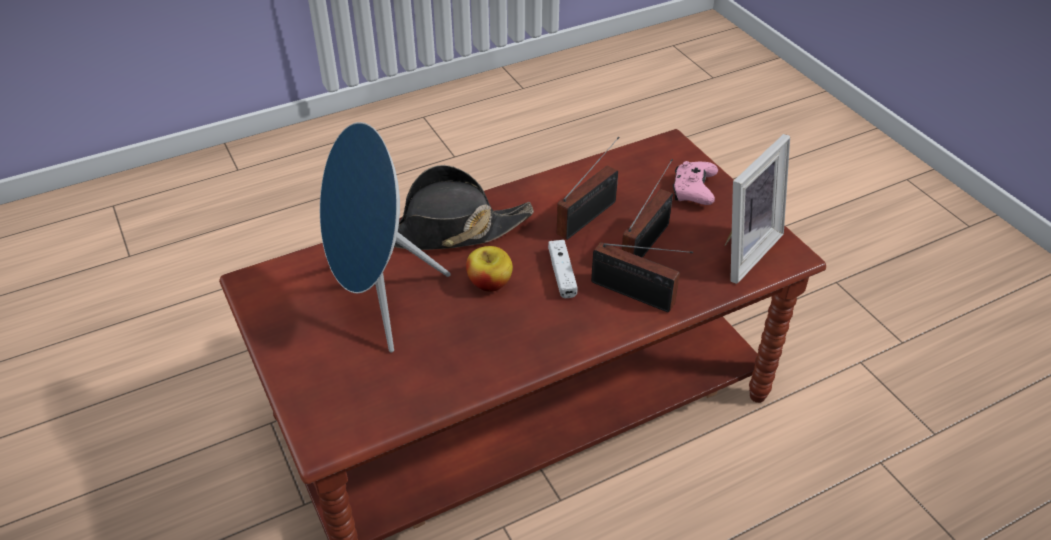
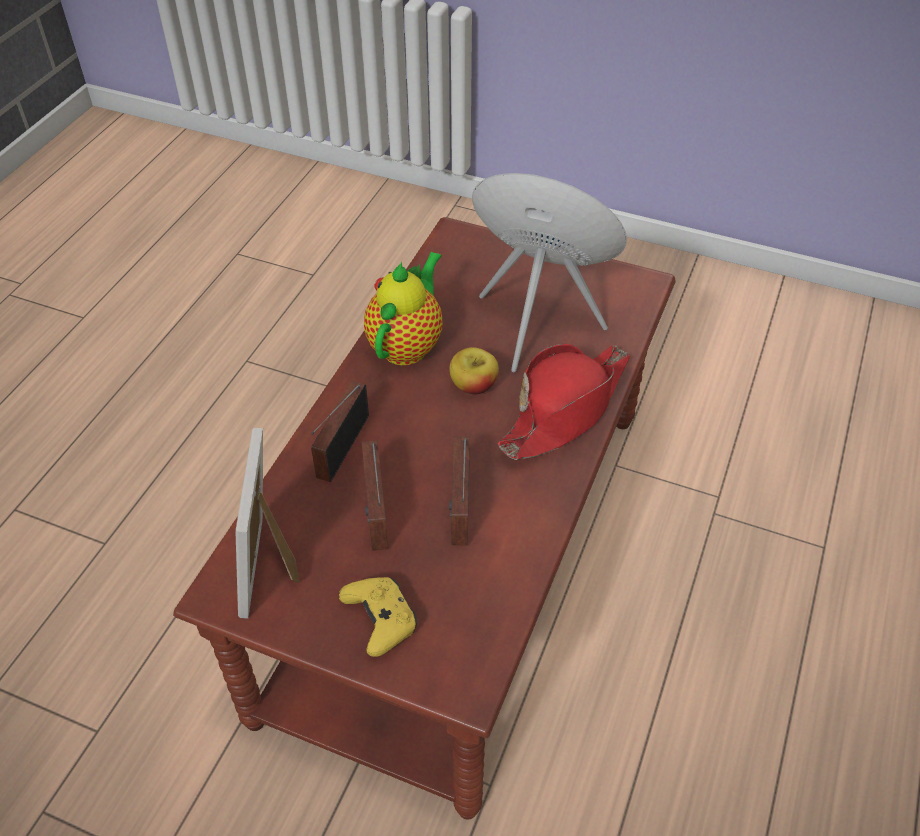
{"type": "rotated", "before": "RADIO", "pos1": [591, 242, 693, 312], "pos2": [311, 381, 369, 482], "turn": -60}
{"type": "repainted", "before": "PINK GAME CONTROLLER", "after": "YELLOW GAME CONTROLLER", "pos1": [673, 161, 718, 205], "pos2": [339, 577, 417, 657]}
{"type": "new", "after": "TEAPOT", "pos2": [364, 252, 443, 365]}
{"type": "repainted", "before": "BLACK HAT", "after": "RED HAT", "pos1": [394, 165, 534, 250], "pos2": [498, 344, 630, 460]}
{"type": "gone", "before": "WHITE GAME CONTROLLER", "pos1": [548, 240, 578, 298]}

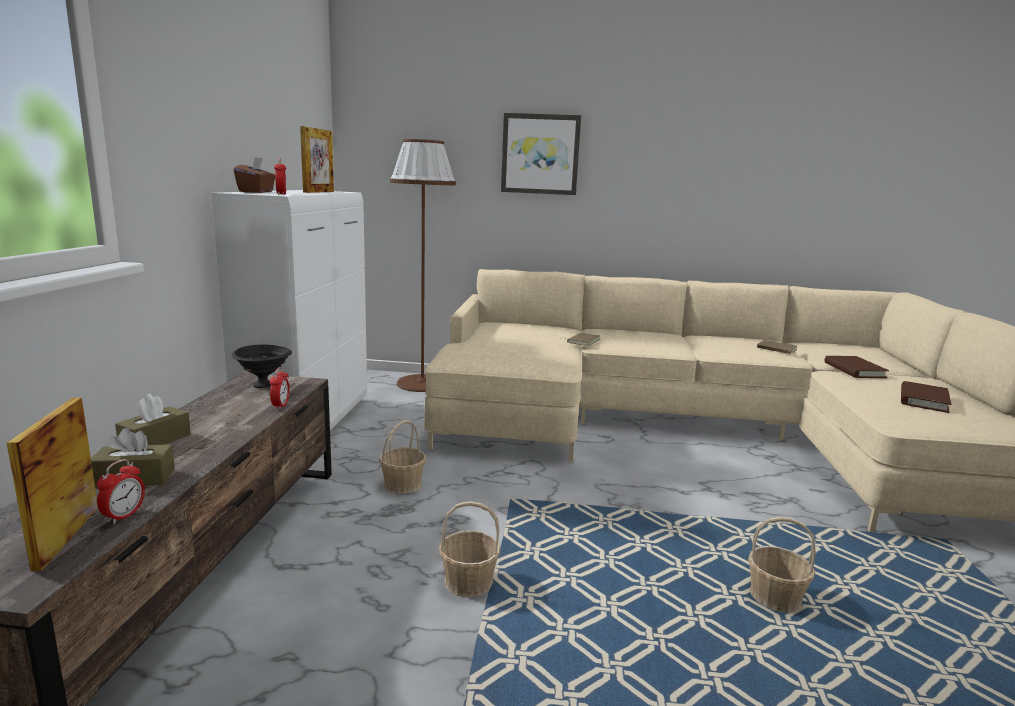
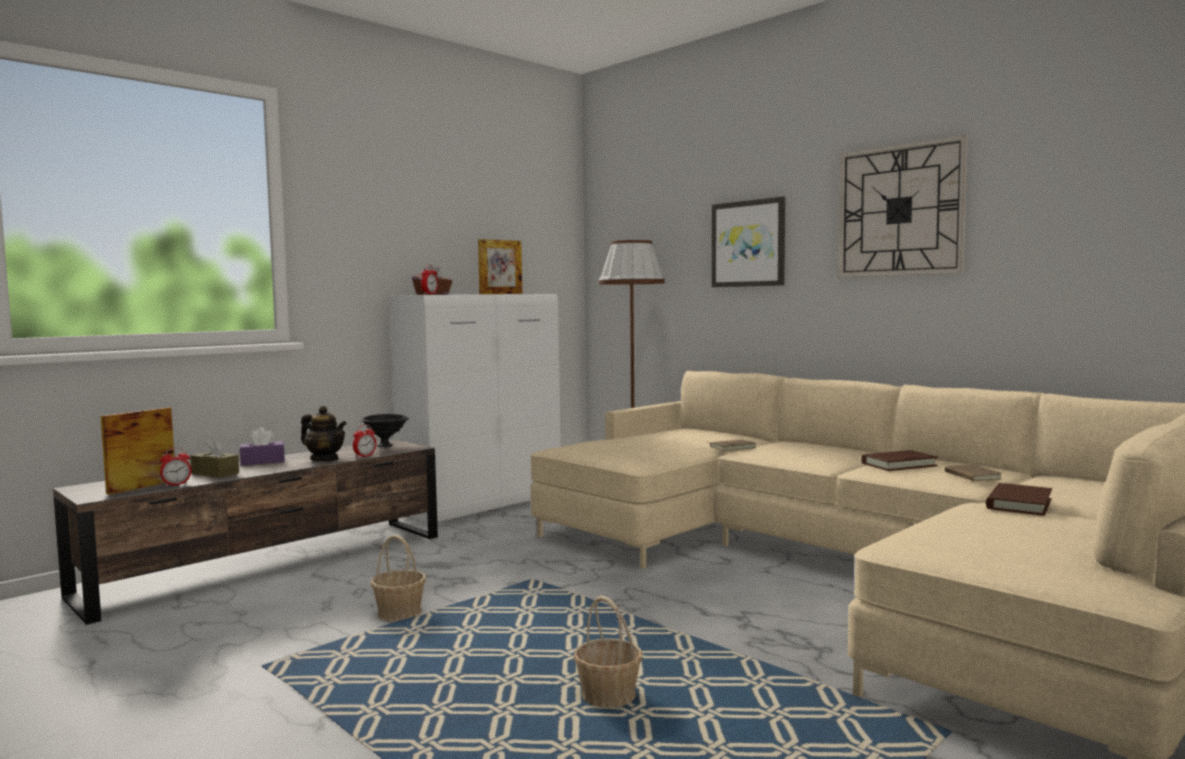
{"type": "repainted", "before": "BROWN TISSUE BOX", "after": "PURPLE TISSUE BOX", "pos1": [115, 394, 191, 445], "pos2": [240, 427, 285, 465]}
{"type": "new", "after": "TEAPOT", "pos2": [301, 406, 347, 461]}
{"type": "new", "after": "WALL CLOCK", "pos2": [838, 135, 968, 277]}
{"type": "shifted", "before": "BROWN BOOK", "pos1": [901, 381, 951, 413], "pos2": [861, 450, 938, 471]}
{"type": "gone", "before": "BASKET", "pos1": [379, 420, 426, 494]}

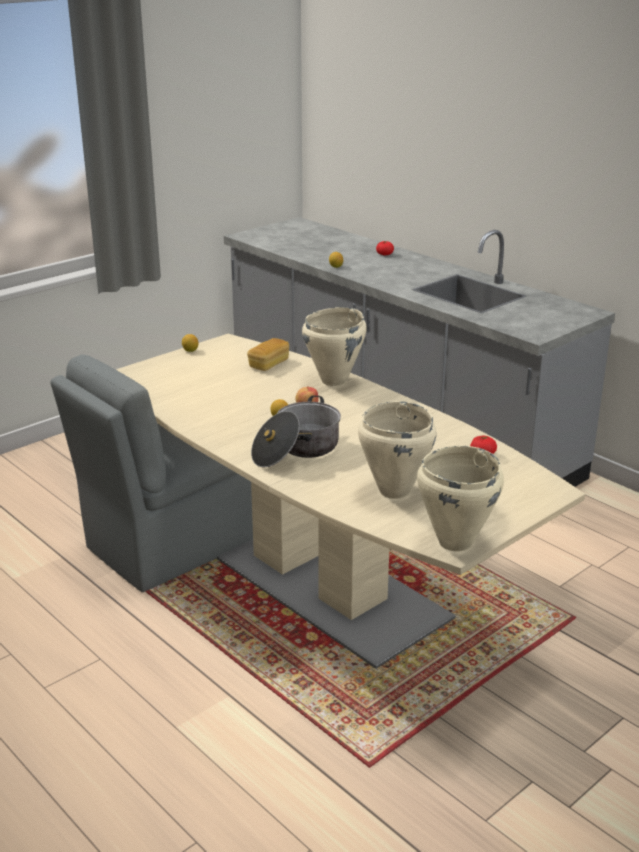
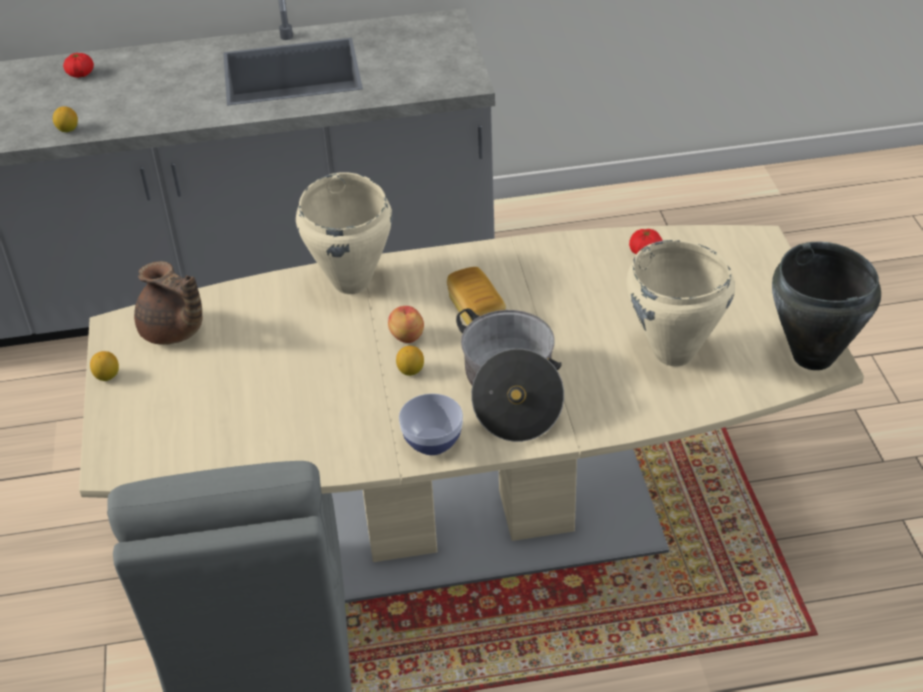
{"type": "new", "after": "BROWN TEAPOT", "pos2": [134, 261, 202, 345]}
{"type": "new", "after": "BOWL", "pos2": [399, 394, 463, 455]}
{"type": "shifted", "before": "BREAD", "pos1": [247, 338, 289, 371], "pos2": [447, 267, 506, 326]}
{"type": "repainted", "before": "BEIGE COOKING POT", "after": "BLACK COOKING POT", "pos1": [417, 446, 504, 552], "pos2": [772, 242, 881, 370]}

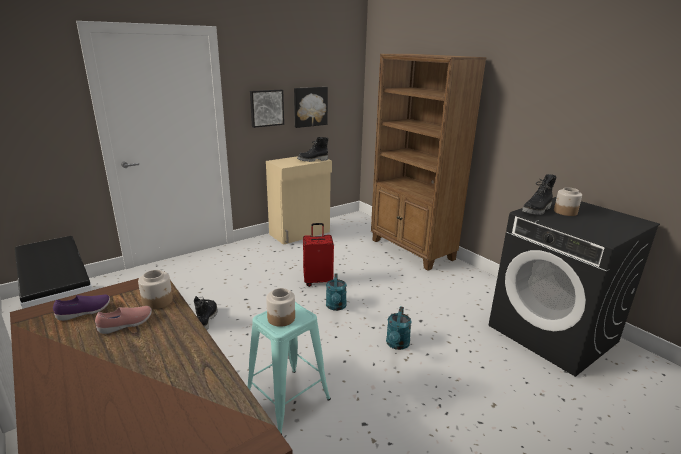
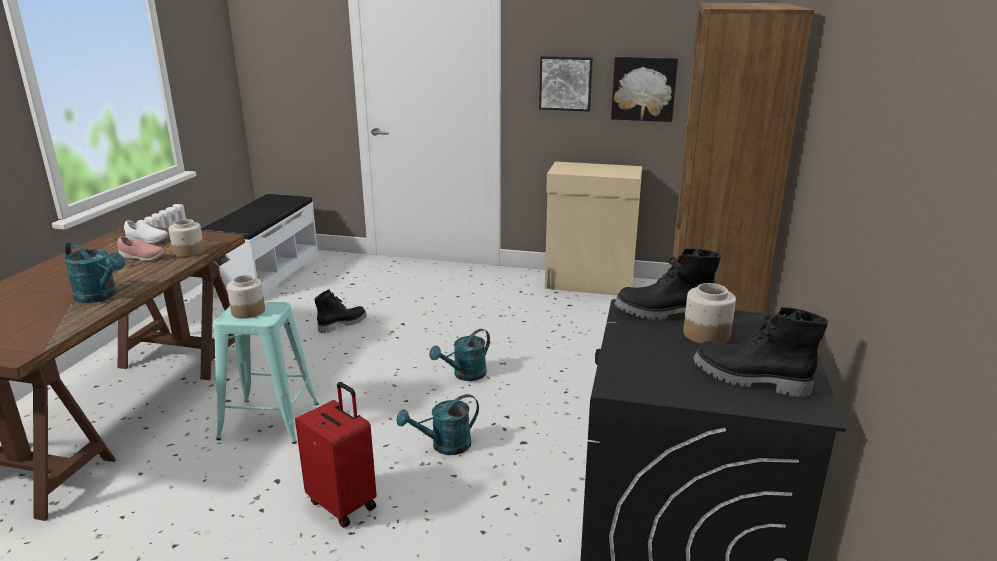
{"type": "new", "after": "TURQUOISE WATERING CAN", "pos2": [64, 241, 125, 303]}
{"type": "repainted", "before": "PURPLE SHOE", "after": "WHITE SHOE", "pos1": [53, 294, 110, 321], "pos2": [124, 220, 168, 244]}
{"type": "shifted", "before": "RED SUITCASE", "pos1": [303, 223, 334, 287], "pos2": [295, 382, 377, 528]}
{"type": "shifted", "before": "BLACK BOOT", "pos1": [297, 137, 328, 162], "pos2": [693, 307, 828, 397]}

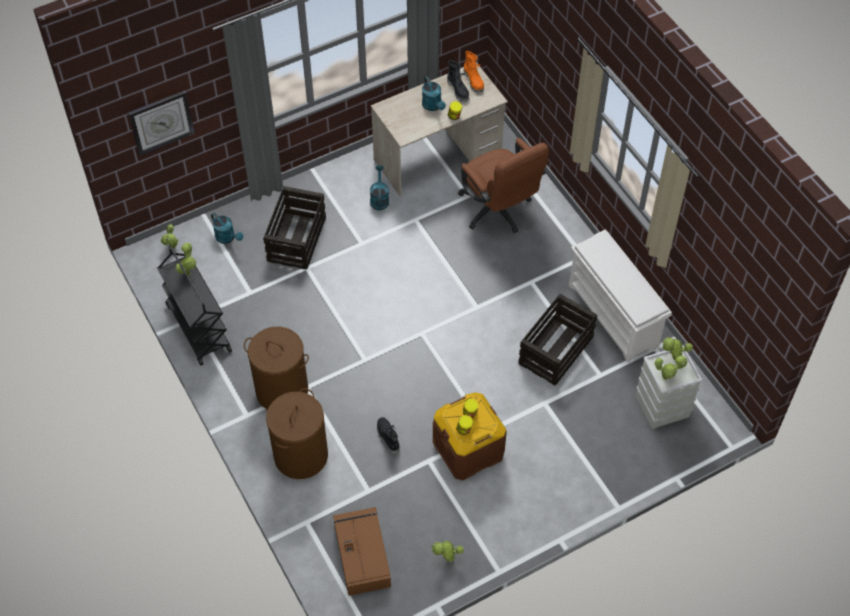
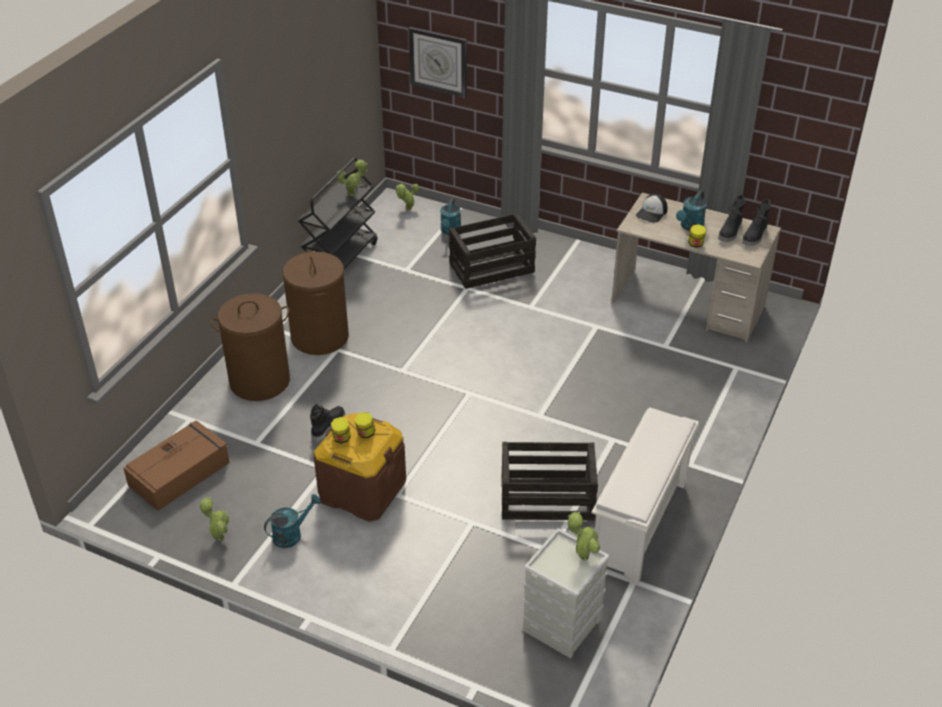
{"type": "shifted", "before": "TURQUOISE WATERING CAN", "pos1": [370, 166, 389, 211], "pos2": [264, 494, 321, 548]}
{"type": "new", "after": "CAP", "pos2": [636, 194, 667, 223]}
{"type": "repainted", "before": "ORANGE BOOT", "after": "BLACK BOOT", "pos1": [464, 51, 484, 93], "pos2": [742, 200, 771, 246]}
{"type": "gone", "before": "BROWN OFFICE CHAIR", "pos1": [458, 138, 549, 233]}
{"type": "gone", "before": "POTTED PLANT", "pos1": [655, 356, 688, 380]}

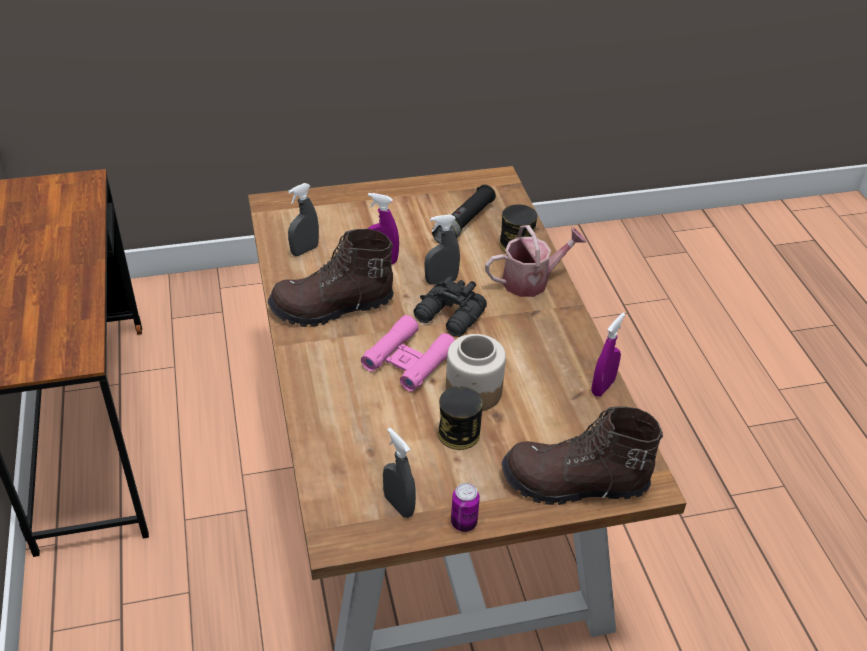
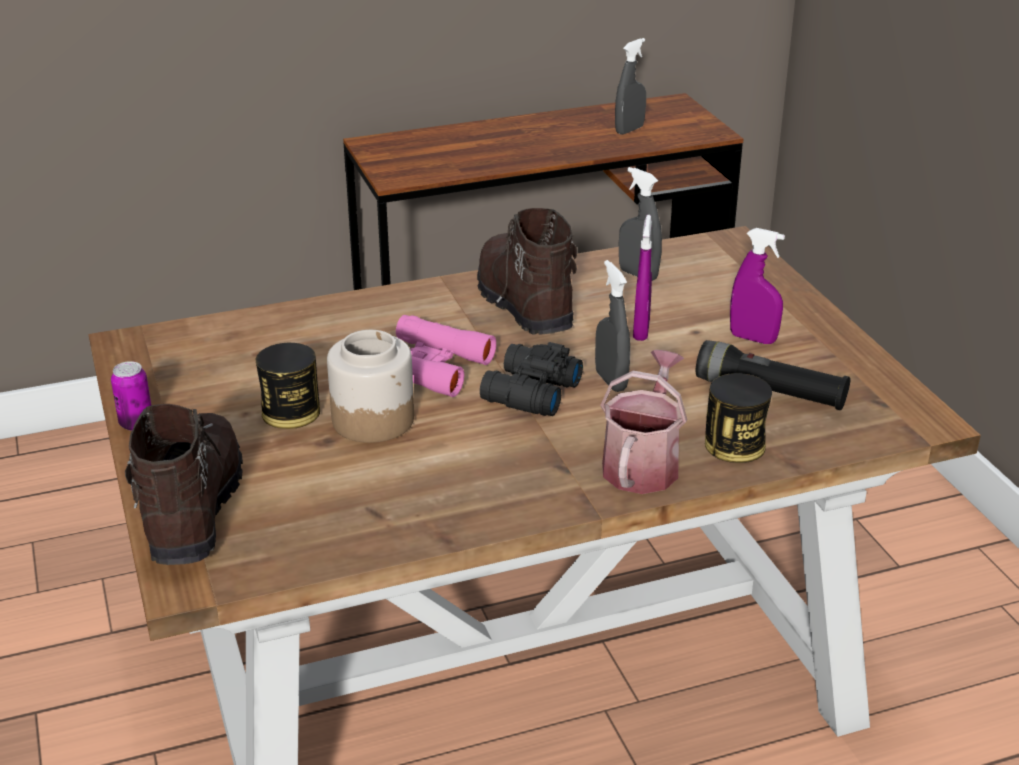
{"type": "rotated", "before": "WATERING CAN", "pos1": [485, 225, 587, 297], "pos2": [600, 350, 687, 494], "turn": -135}
{"type": "shifted", "before": "GREY SPRAY BOTTLE", "pos1": [383, 428, 416, 518], "pos2": [615, 38, 646, 135]}
{"type": "shifted", "before": "PURPLE SPRAY BOTTLE", "pos1": [592, 312, 625, 397], "pos2": [730, 228, 785, 344]}

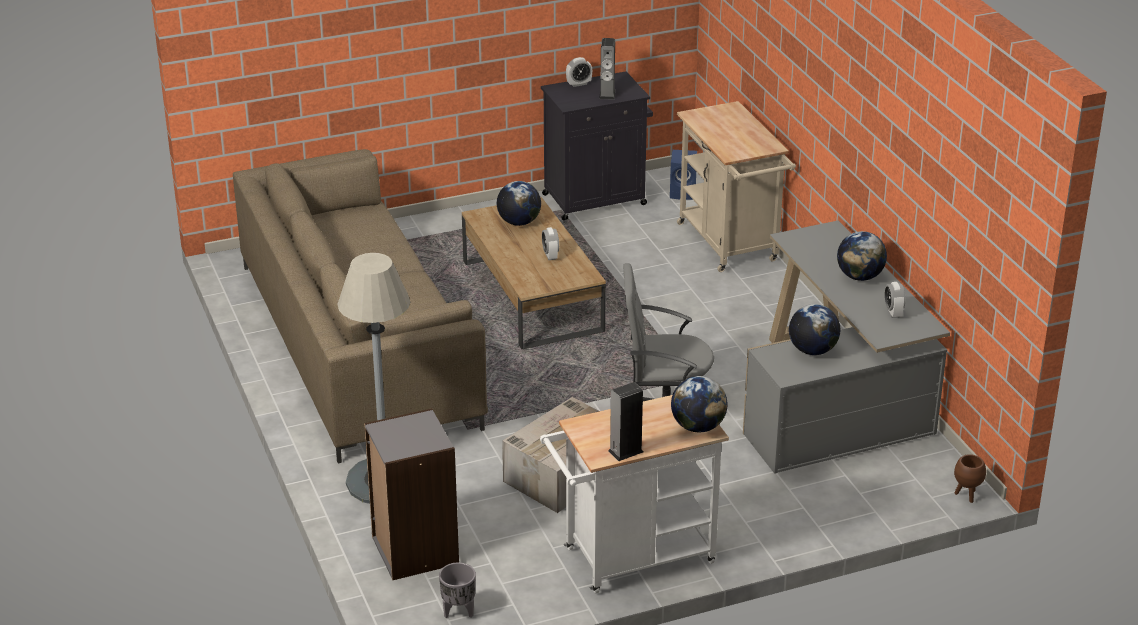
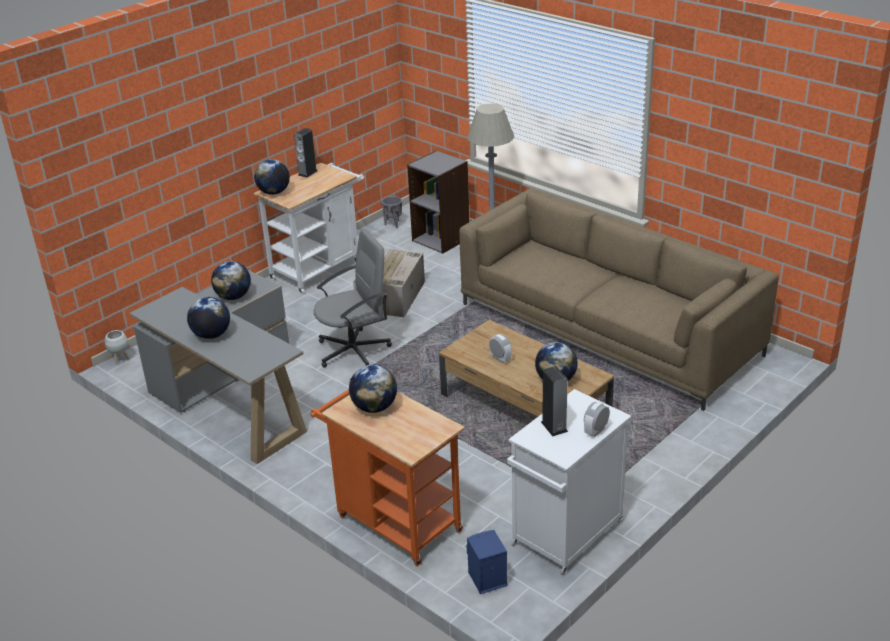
{"type": "repainted", "before": "BROWN PLANTER", "after": "WHITE PLANTER", "pos1": [954, 454, 986, 503], "pos2": [105, 330, 129, 365]}
{"type": "repainted", "before": "BEIGE CART", "after": "ORANGE CART", "pos1": [677, 101, 796, 272], "pos2": [310, 389, 465, 567]}
{"type": "new", "after": "GLOBE", "pos2": [349, 365, 397, 413]}
{"type": "repainted", "before": "BLACK CABINET", "after": "WHITE CABINET", "pos1": [541, 71, 653, 220], "pos2": [507, 389, 631, 575]}
{"type": "gone", "before": "ALARM CLOCK", "pos1": [884, 282, 906, 318]}

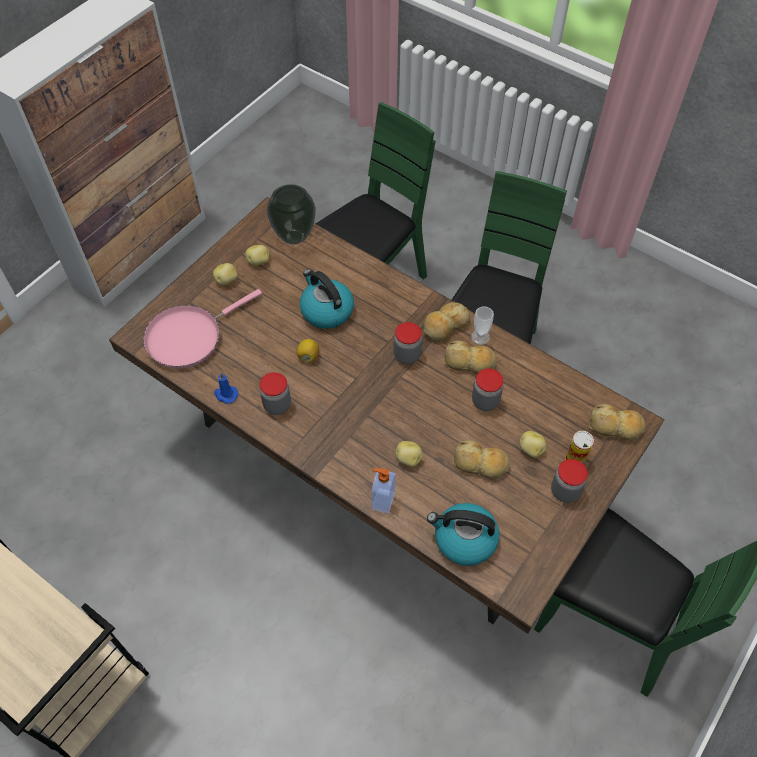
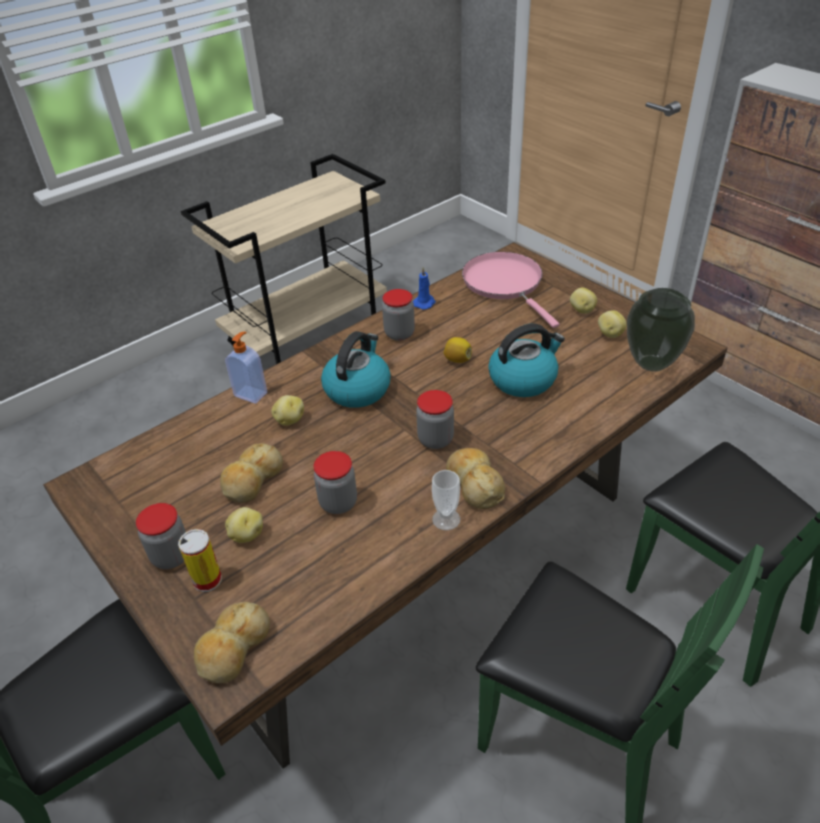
{"type": "shifted", "before": "KETTLE", "pos1": [427, 503, 499, 566], "pos2": [321, 331, 391, 408]}
{"type": "gone", "before": "BREAD", "pos1": [444, 340, 497, 374]}

